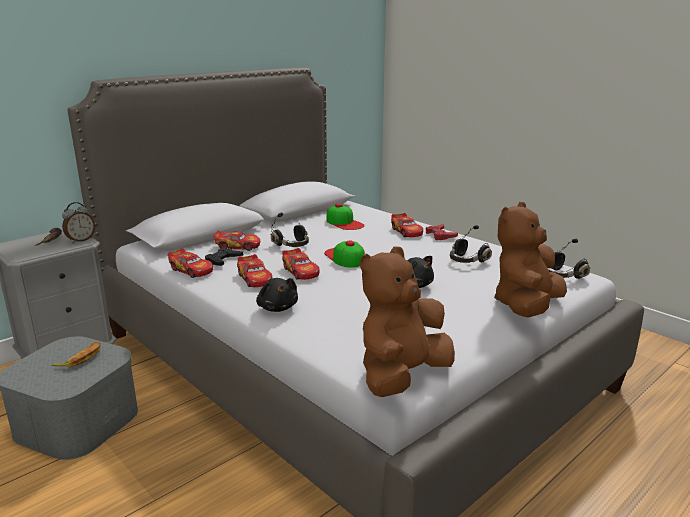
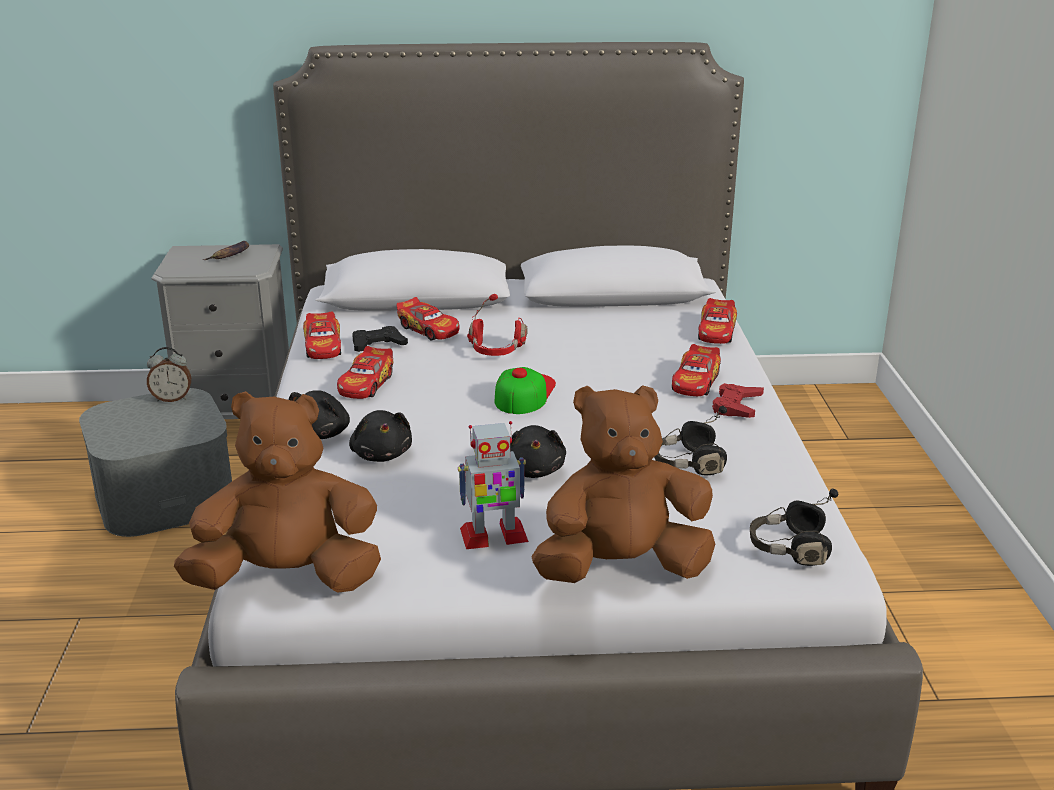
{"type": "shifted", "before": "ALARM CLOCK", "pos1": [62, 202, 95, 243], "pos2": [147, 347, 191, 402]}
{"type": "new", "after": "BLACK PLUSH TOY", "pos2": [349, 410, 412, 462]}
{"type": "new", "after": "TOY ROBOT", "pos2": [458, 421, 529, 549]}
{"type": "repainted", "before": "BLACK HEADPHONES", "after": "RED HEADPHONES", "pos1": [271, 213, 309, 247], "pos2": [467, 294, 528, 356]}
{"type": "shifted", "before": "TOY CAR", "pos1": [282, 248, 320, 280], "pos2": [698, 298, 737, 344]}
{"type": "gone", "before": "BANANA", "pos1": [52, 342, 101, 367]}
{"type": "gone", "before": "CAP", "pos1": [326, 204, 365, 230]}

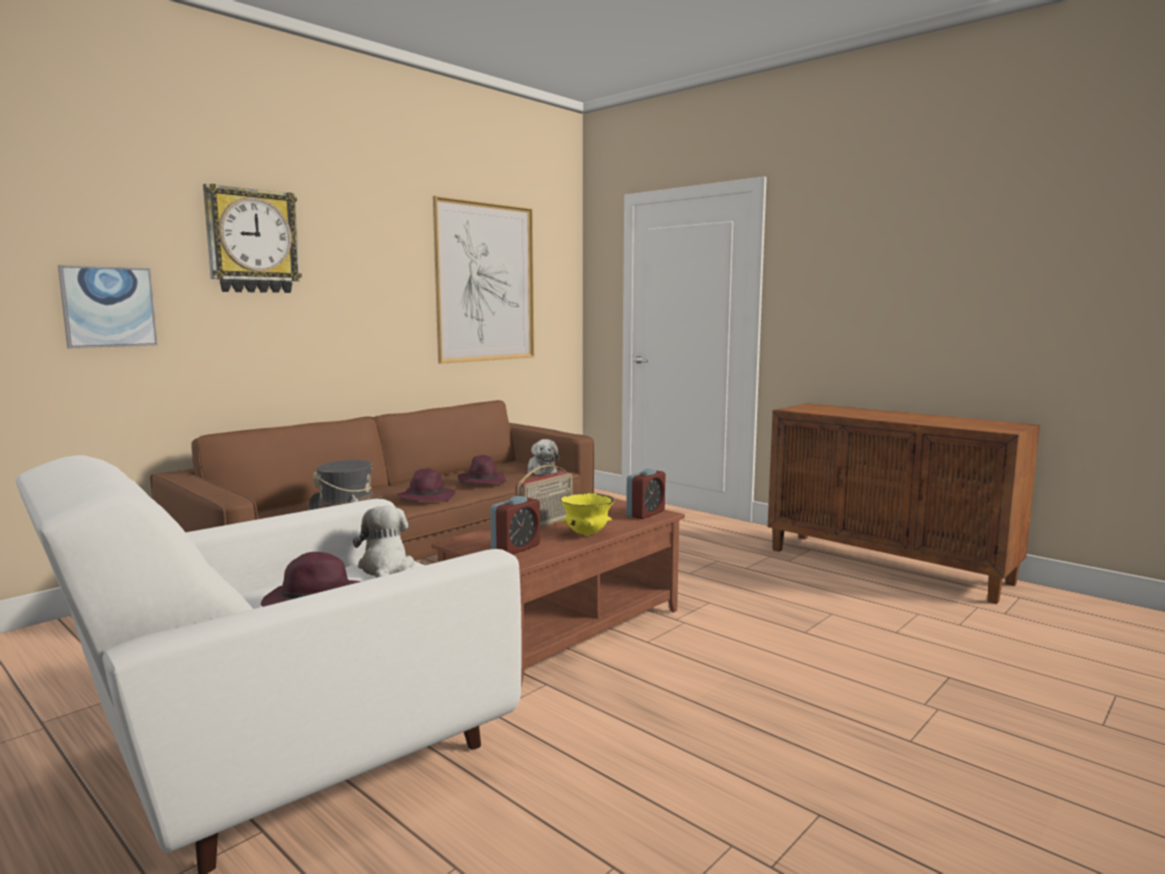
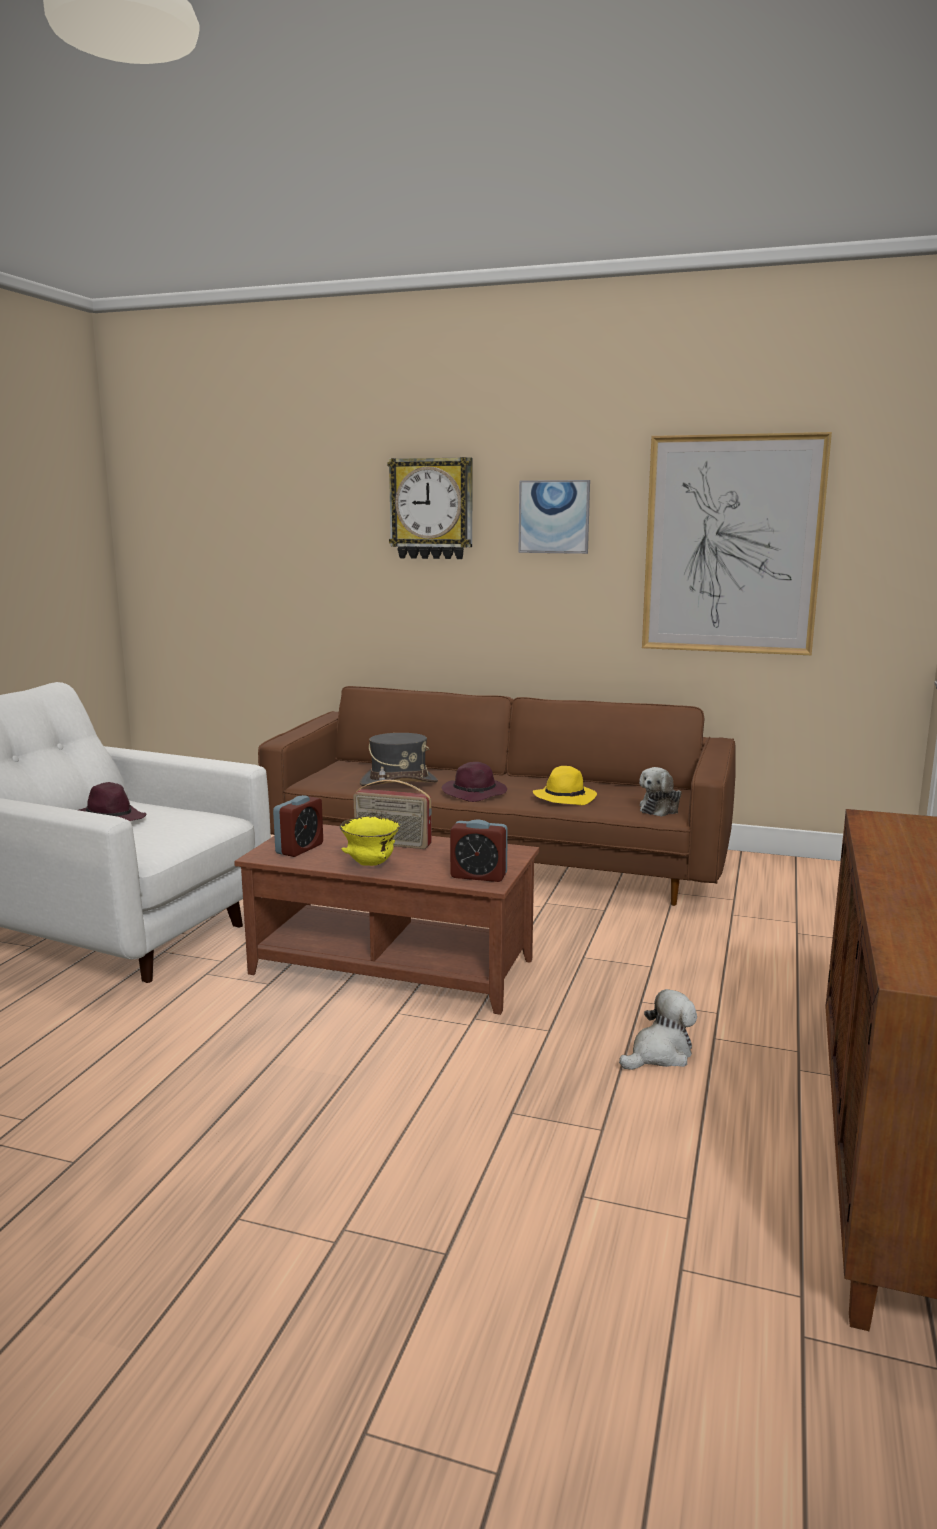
{"type": "rotated", "before": "ALARM CLOCK", "pos1": [490, 496, 540, 555], "pos2": [273, 795, 323, 857], "turn": -75}
{"type": "shifted", "before": "PICTURE", "pos1": [58, 265, 158, 348], "pos2": [518, 480, 590, 554]}
{"type": "repainted", "before": "PURPLE HAT", "after": "YELLOW HAT", "pos1": [458, 455, 507, 484], "pos2": [533, 766, 597, 805]}
{"type": "shifted", "before": "PLUSH TOY", "pos1": [353, 506, 414, 578], "pos2": [619, 989, 697, 1070]}

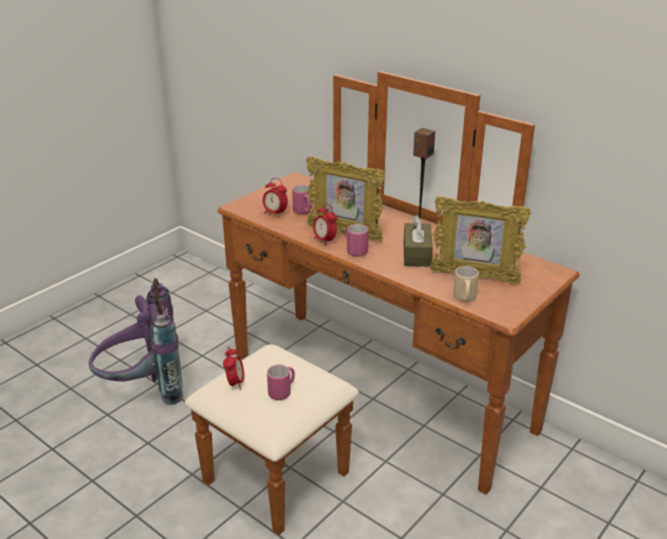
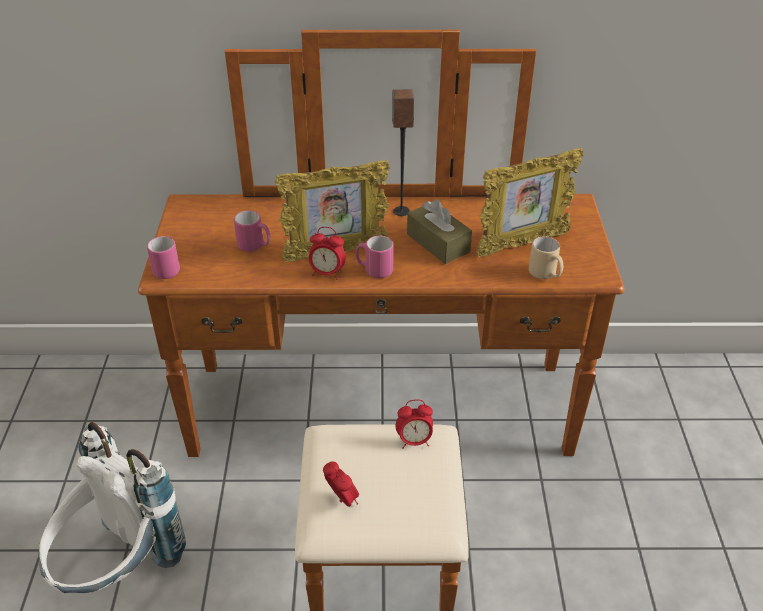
{"type": "repainted", "before": "PURPLE BACKPACK", "after": "WHITE BACKPACK", "pos1": [89, 278, 183, 405], "pos2": [38, 422, 186, 594]}
{"type": "shifted", "before": "PINK MUG", "pos1": [267, 365, 295, 400], "pos2": [147, 236, 180, 279]}
{"type": "shifted", "before": "ALARM CLOCK", "pos1": [263, 178, 288, 218], "pos2": [396, 399, 433, 449]}

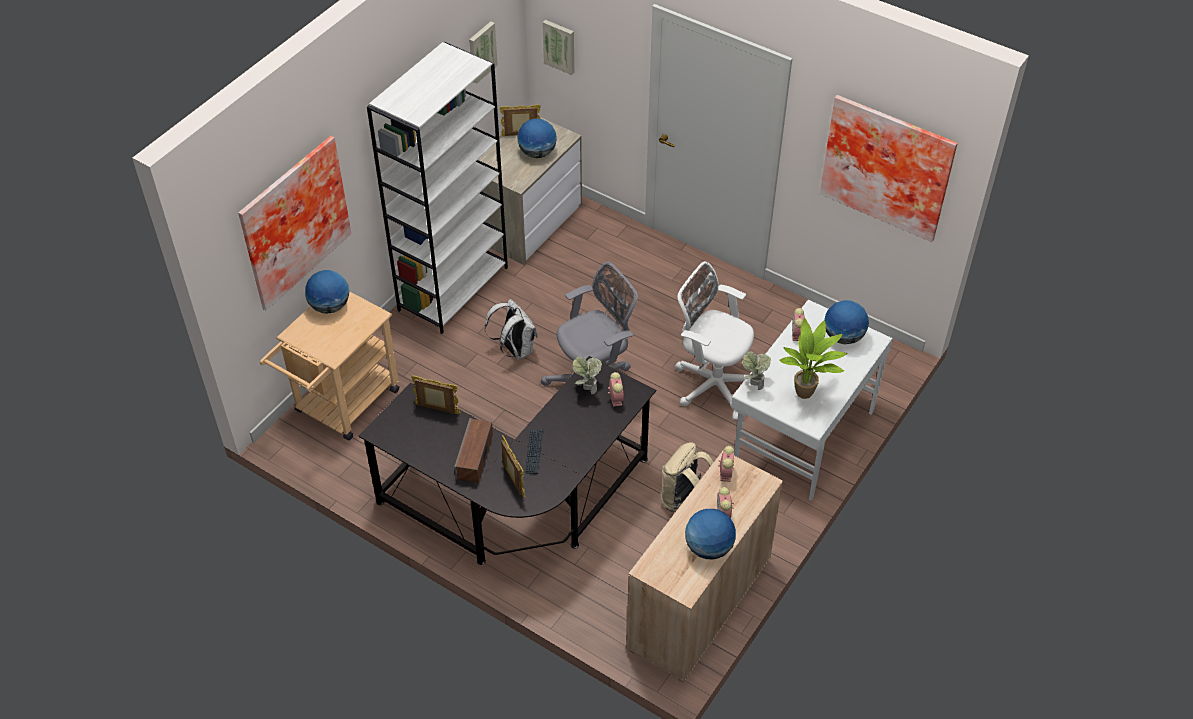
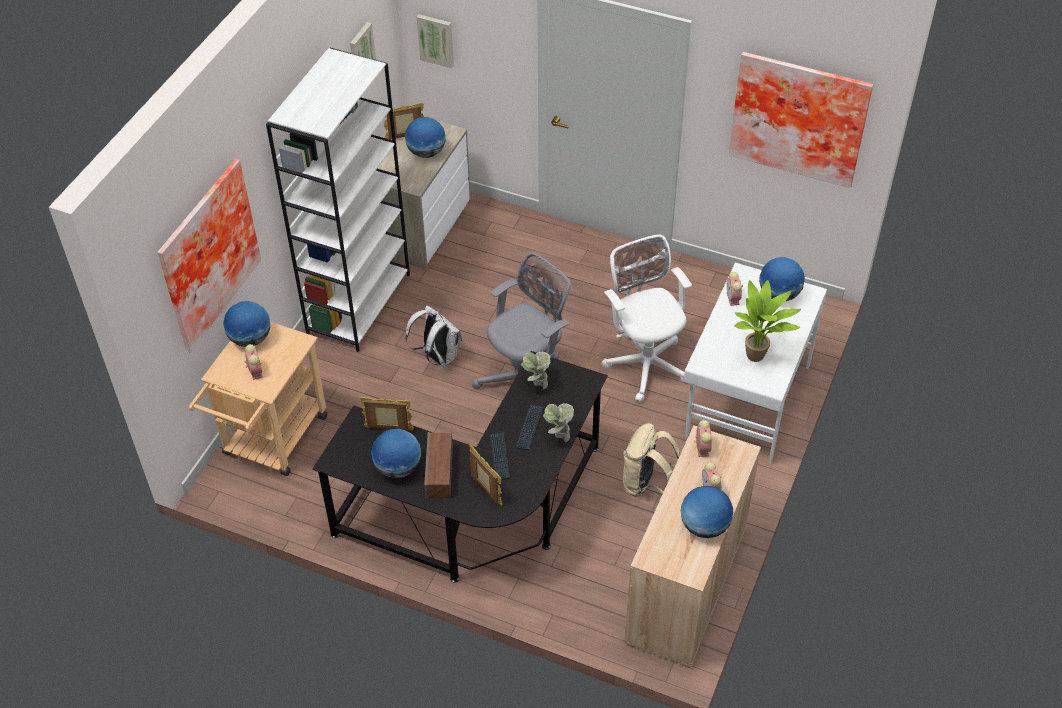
{"type": "shifted", "before": "ALARM CLOCK", "pos1": [608, 372, 624, 407], "pos2": [244, 344, 263, 380]}
{"type": "new", "after": "GLOBE", "pos2": [371, 429, 421, 478]}
{"type": "new", "after": "KEYBOARD", "pos2": [516, 405, 544, 450]}
{"type": "shifted", "before": "POTTED PLANT", "pos1": [742, 351, 771, 390], "pos2": [543, 403, 574, 442]}
{"type": "rotated", "before": "WHITE OFFICE CHAIR", "pos1": [675, 261, 754, 420], "pos2": [601, 234, 692, 403], "turn": 45}

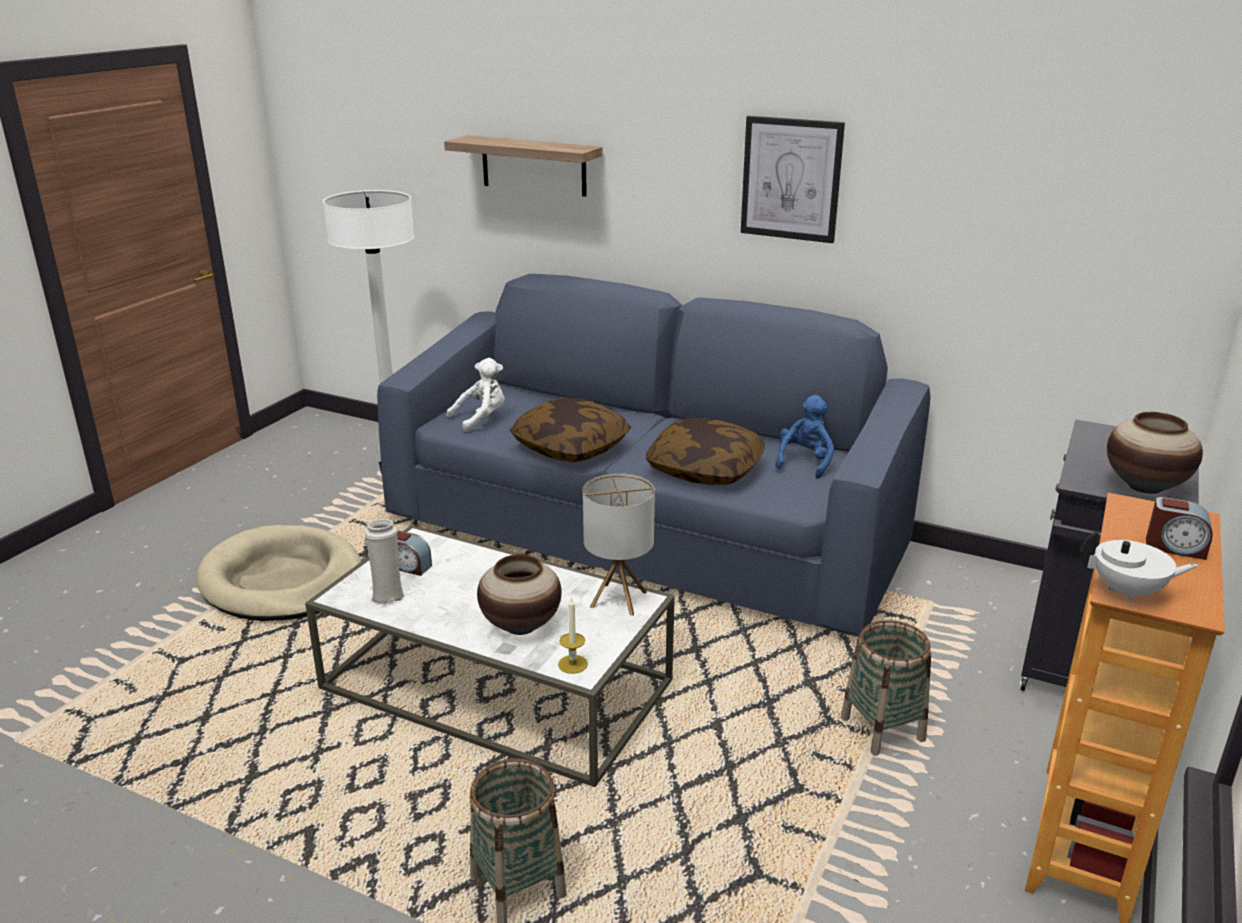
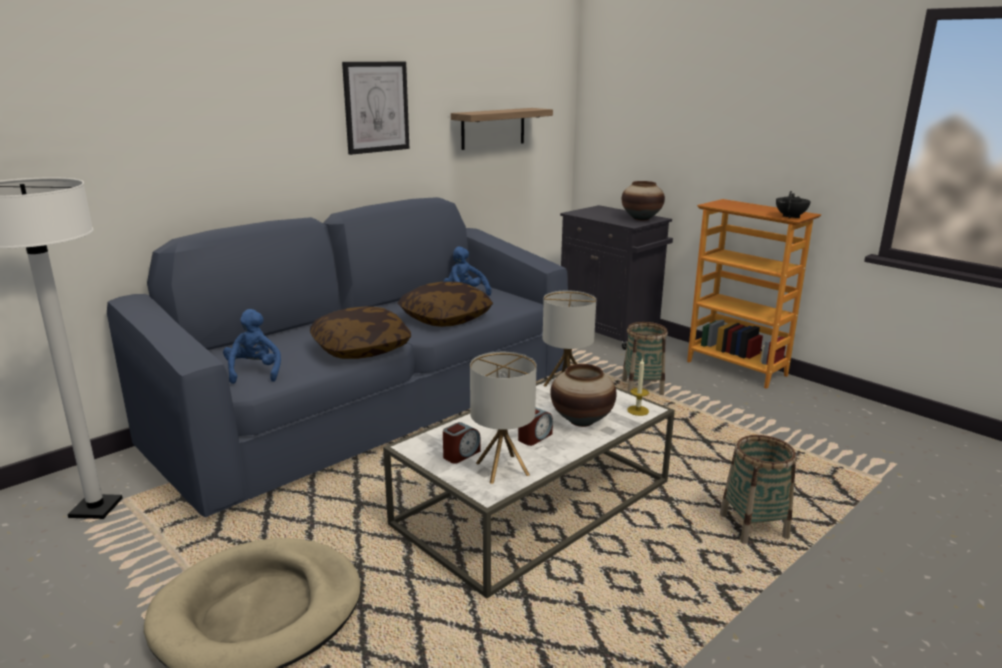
{"type": "repainted", "before": "WHITE PLUSH TOY", "after": "BLUE PLUSH TOY", "pos1": [447, 358, 505, 432], "pos2": [223, 309, 281, 384]}
{"type": "shifted", "before": "SHELF", "pos1": [444, 135, 603, 197], "pos2": [451, 108, 553, 150]}
{"type": "swapped", "before": "WHITE VASE", "after": "TABLE LAMP", "pos1": [365, 519, 404, 605], "pos2": [470, 352, 537, 484]}
{"type": "shifted", "before": "ALARM CLOCK", "pos1": [1146, 497, 1213, 560], "pos2": [518, 407, 553, 446]}
{"type": "repainted", "before": "WHITE TEAPOT", "after": "BLACK TEAPOT", "pos1": [1080, 531, 1198, 603], "pos2": [776, 191, 811, 219]}

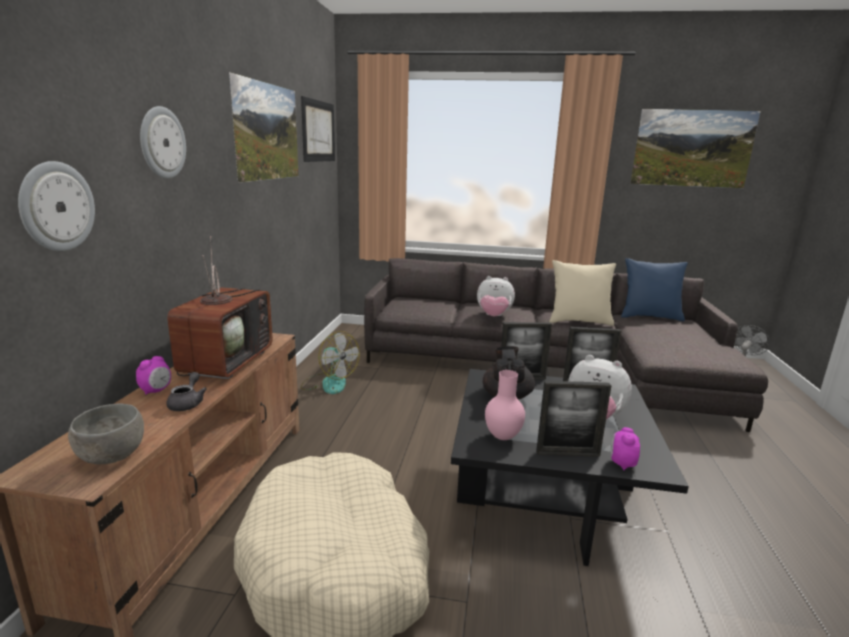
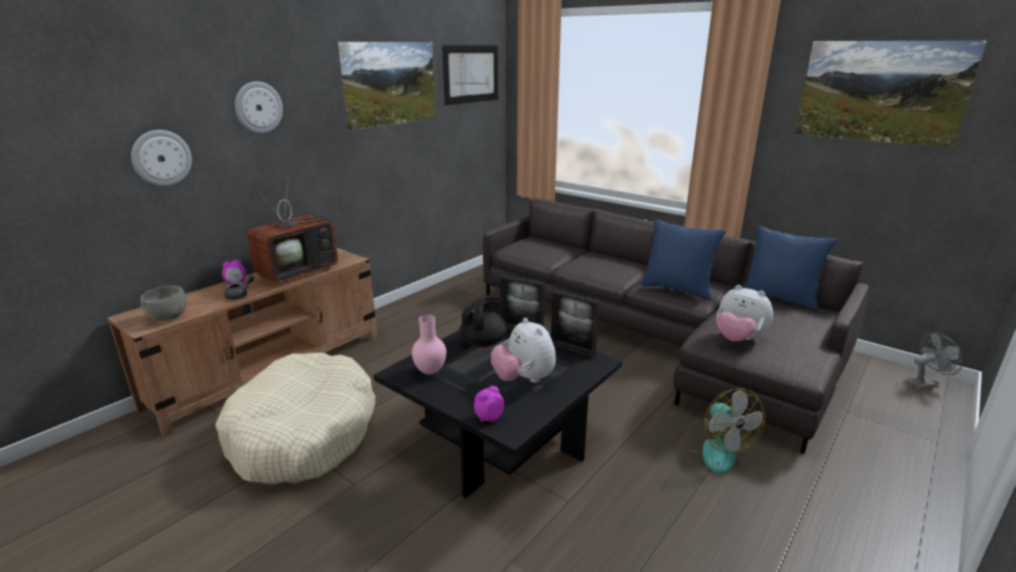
{"type": "repainted", "before": "BEIGE PILLOW", "after": "BLUE PILLOW", "pos1": [549, 260, 616, 326], "pos2": [641, 219, 726, 300]}
{"type": "shifted", "before": "FAN", "pos1": [301, 331, 360, 394], "pos2": [672, 388, 765, 473]}
{"type": "shifted", "before": "PLUSH TOY", "pos1": [477, 276, 515, 316], "pos2": [716, 285, 773, 342]}
{"type": "gone", "before": "PICTURE FRAME", "pos1": [536, 381, 611, 457]}

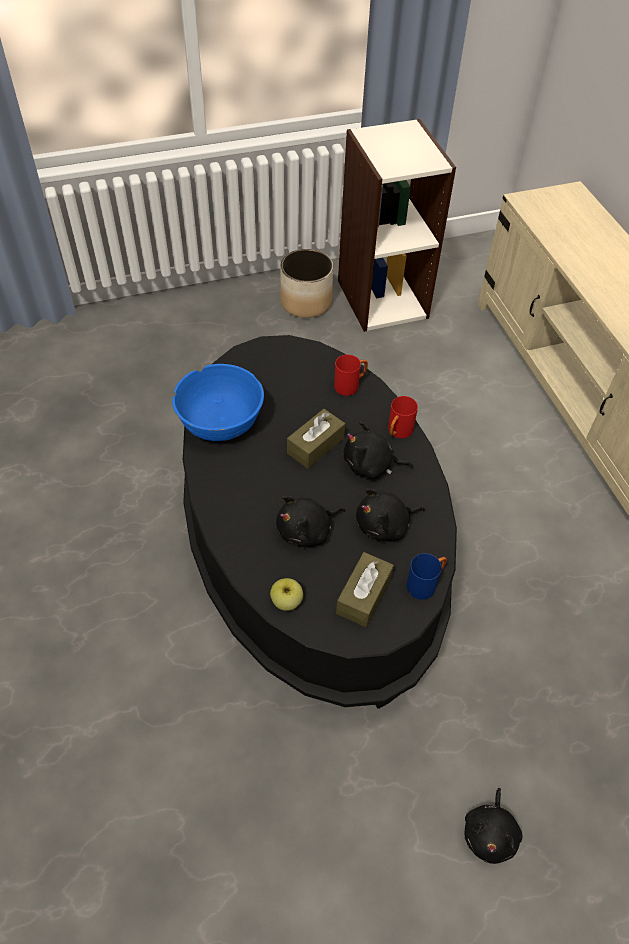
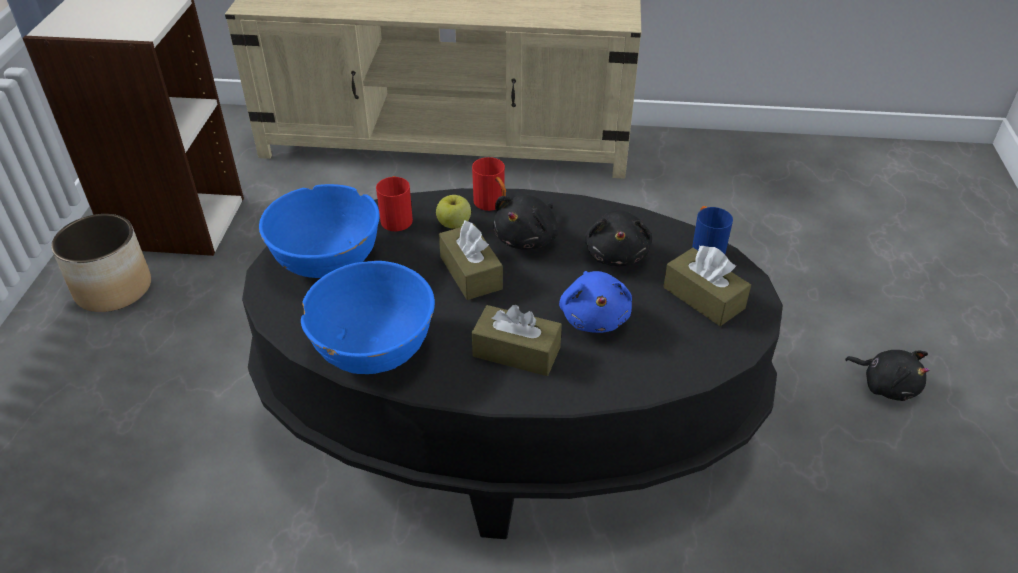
{"type": "new", "after": "BLUE BOWL", "pos2": [259, 184, 380, 278]}
{"type": "shifted", "before": "APPLE", "pos1": [270, 578, 303, 611], "pos2": [436, 195, 471, 229]}
{"type": "new", "after": "BROWN TISSUE BOX", "pos2": [472, 305, 562, 376]}
{"type": "repainted", "before": "BLACK PLUSH TOY", "after": "BLUE PLUSH TOY", "pos1": [276, 496, 345, 547], "pos2": [559, 271, 632, 333]}

